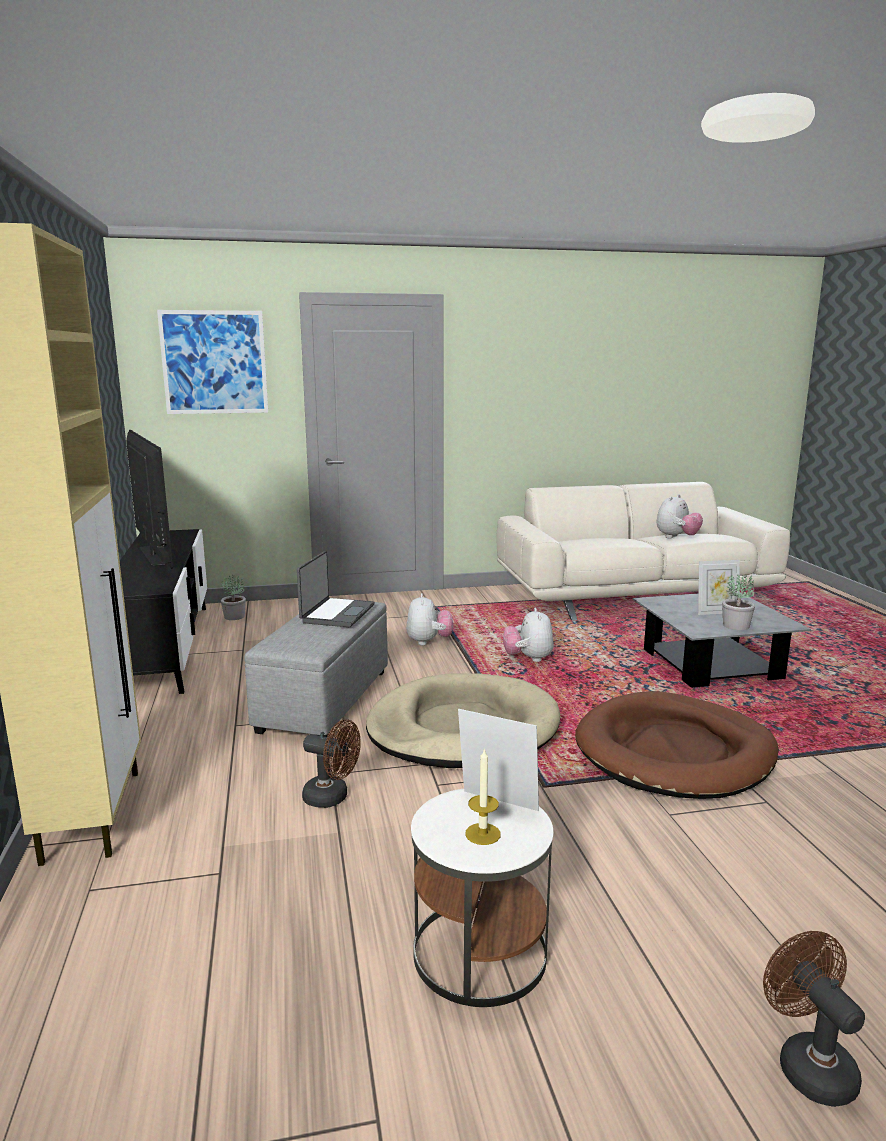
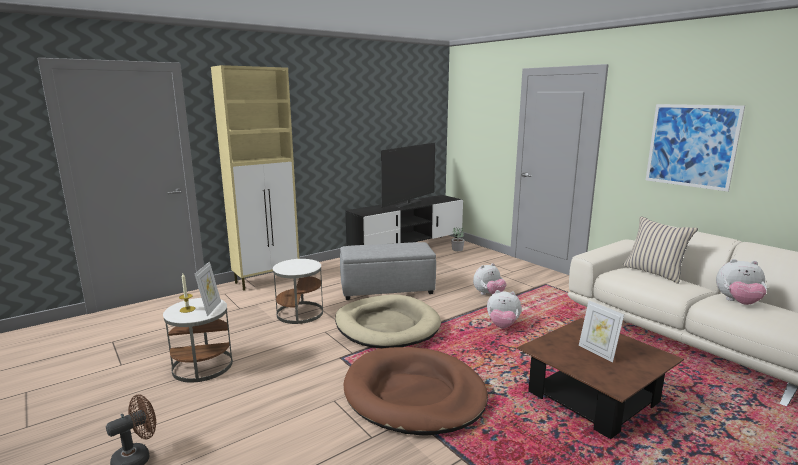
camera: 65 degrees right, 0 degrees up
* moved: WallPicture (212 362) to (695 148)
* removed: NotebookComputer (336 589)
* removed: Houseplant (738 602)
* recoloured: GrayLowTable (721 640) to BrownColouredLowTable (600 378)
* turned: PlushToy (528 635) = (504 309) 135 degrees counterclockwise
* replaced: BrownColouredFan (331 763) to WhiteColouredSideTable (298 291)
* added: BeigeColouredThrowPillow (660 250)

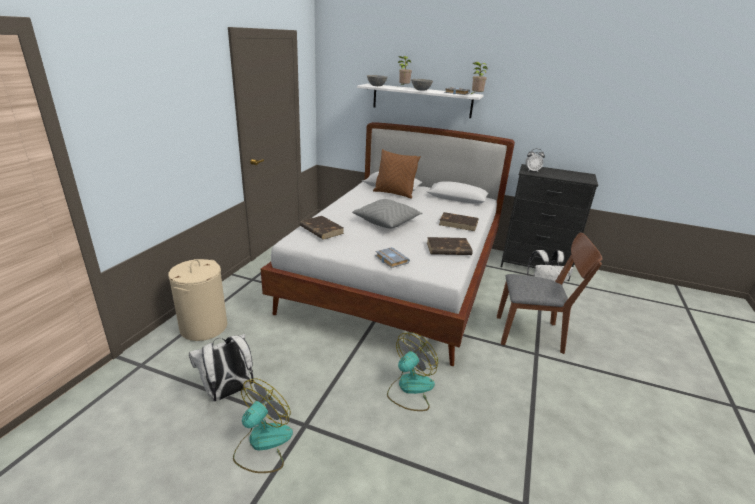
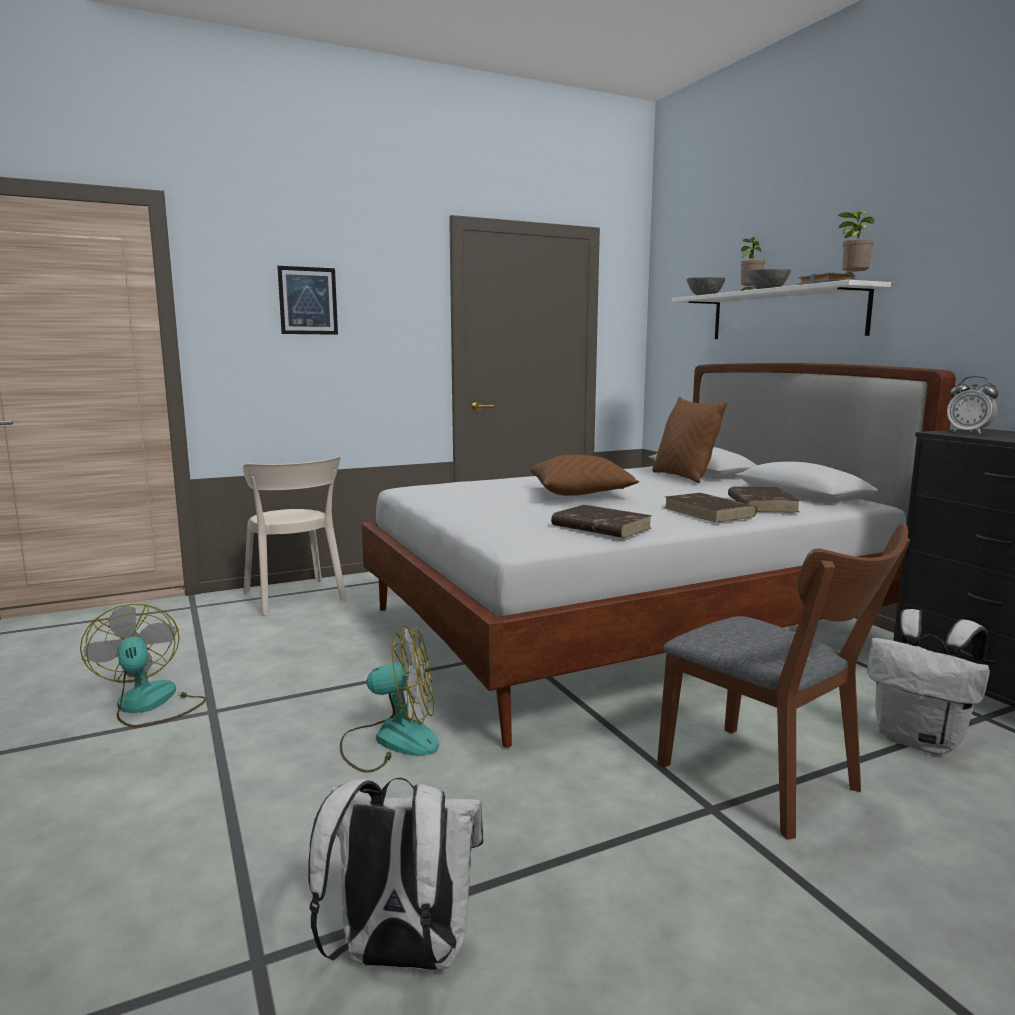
camera: 45 degrees right, 15 degrees down
* recoloured: GrayThrowPillow (387 214) to BrownColouredThrowPillow (585 475)
* moved: BrownColouredBook (322 228) to (764 499)
* removed: GrayBook (392 257)
* replaced: BeigeColouredHamper (197 300) to BeigeColouredChair (295 536)
* moved: WhiteColouredKnapsack (221 367) to (395 873)
* turned: Fan (263 425) = (143 666) 105 degrees counterclockwise
* added: WallPicture (307 300)

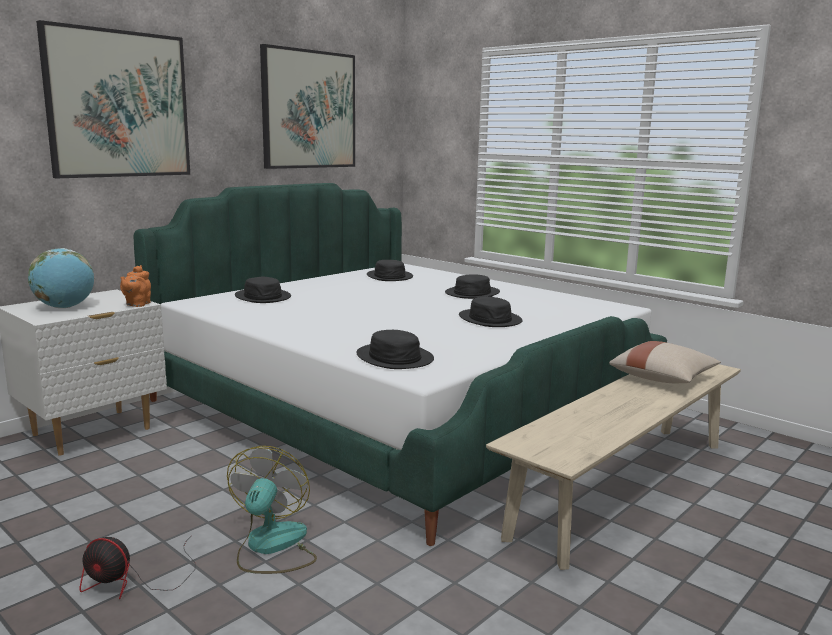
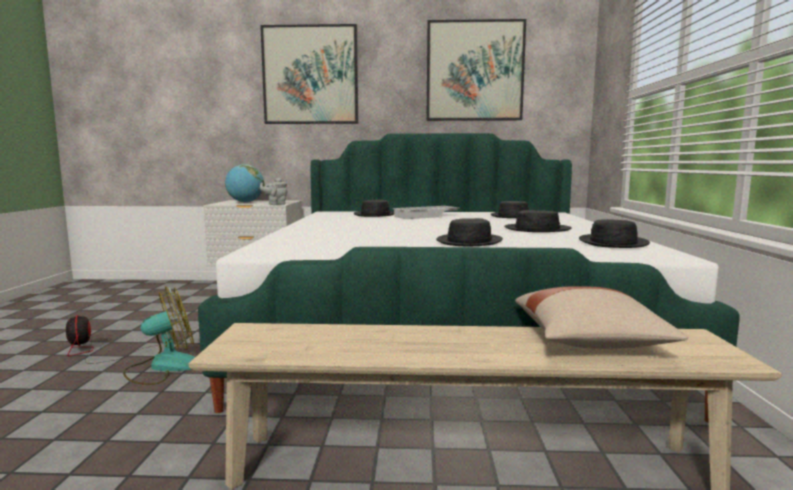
camera: 50 degrees right, 5 degrees down
* recoloured: OrangeTeapot (135 286) to GrayTeapot (274 191)
* moved: BlackColouredHat (395 349) to (614 233)
* added: WhiteColouredServingTray (425 212)

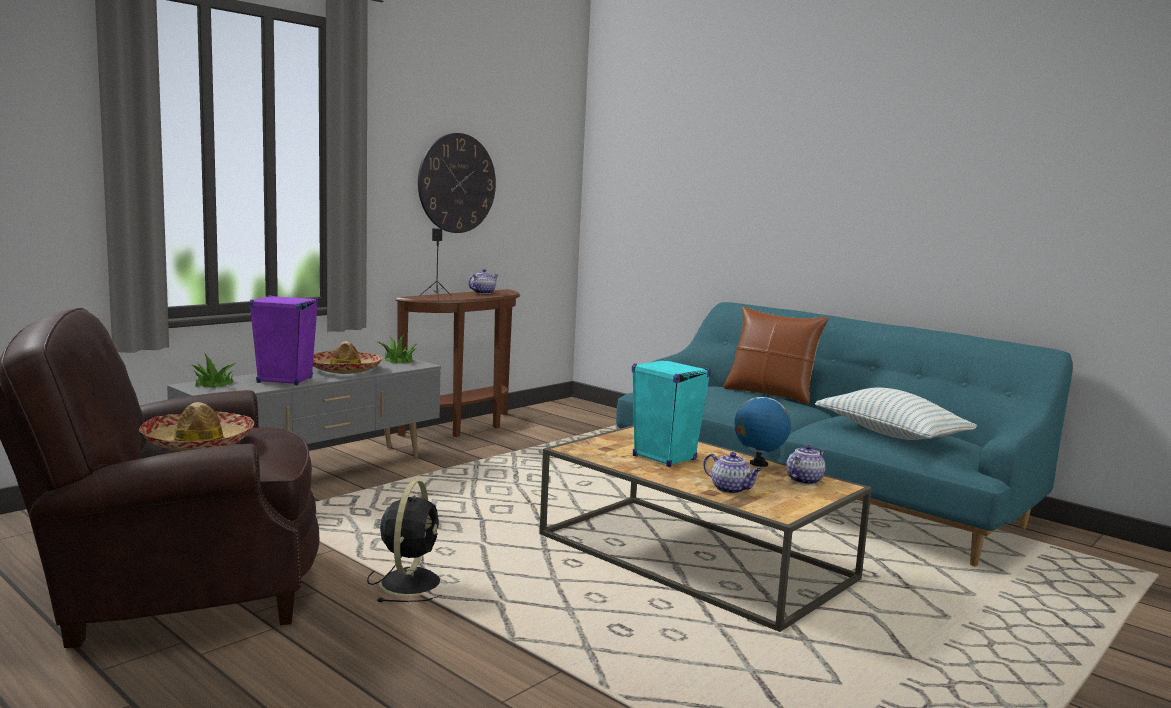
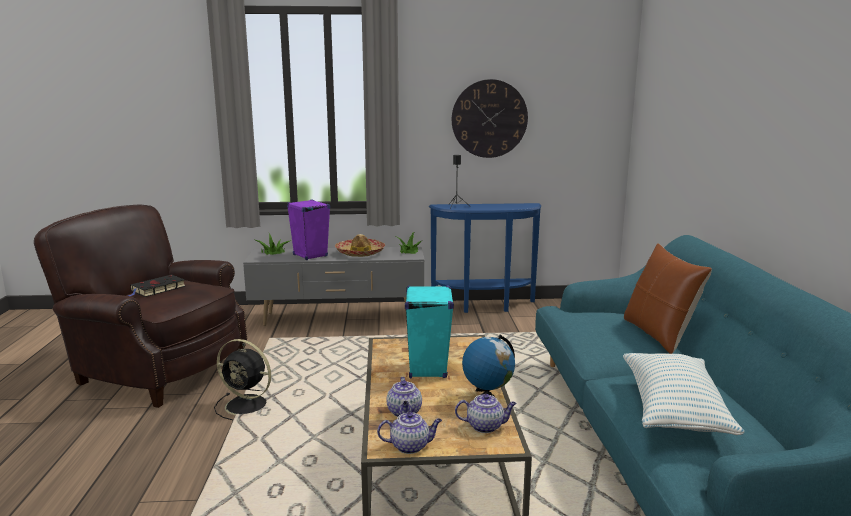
camera: 45 degrees right, 5 degrees up
* moved: Teapot (483 281) to (409 433)
* recoloured: BrownColouredNarrowTable (457 363) to BlueNarrowTable (485 258)
* replaced: Hat (196 426) to BlackColouredBook (156 286)
* turned: BlackColouredFan (404 541) = (242 379) 60 degrees clockwise

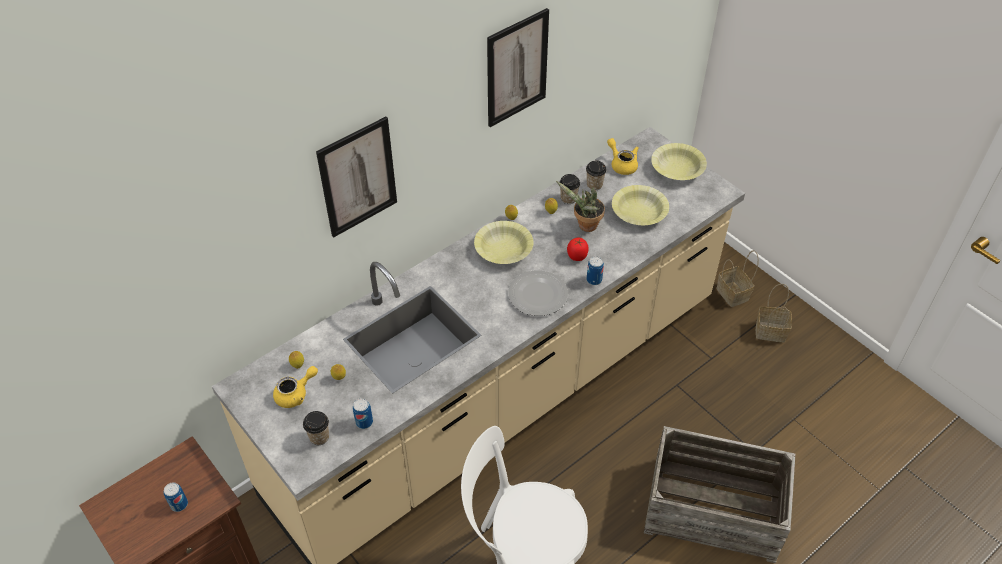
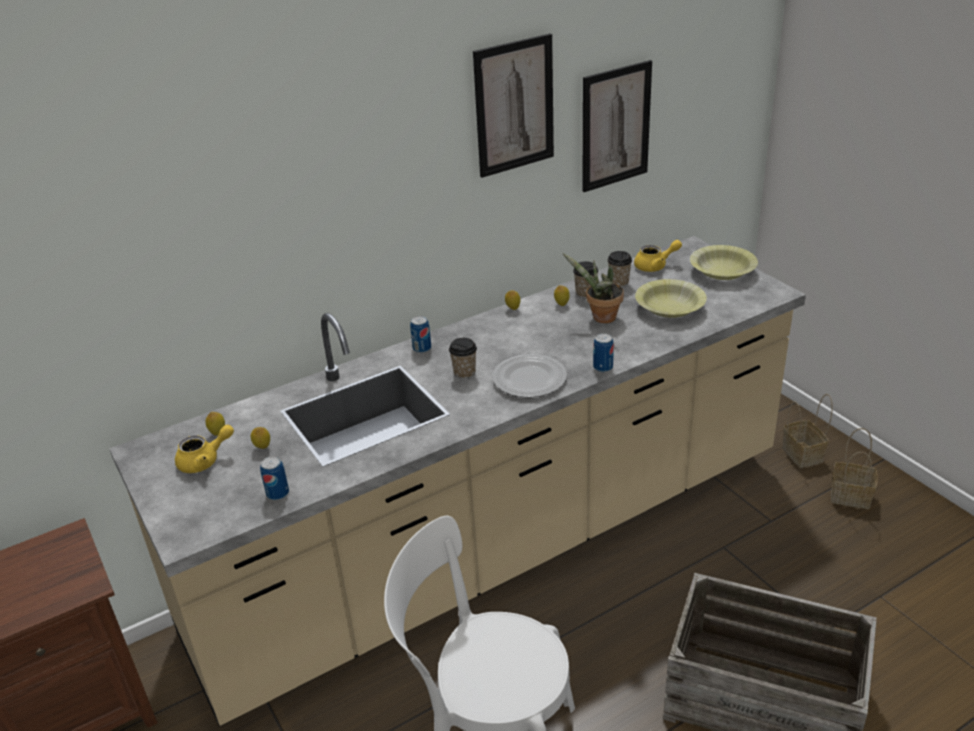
camera: 10 degrees right, 15 degrees down
* moved: WallPicture (356 177) to (617 126)
* turned: YellowishTeapot (623 156) = (658 256) 105 degrees clockwise
* removed: YellowishServingBowl (503 242)
* removed: WholeTomato (578 249)
* moved: DrinkingCup (316 428) to (463 358)
* moved: SealedCan (176 497) to (420 334)

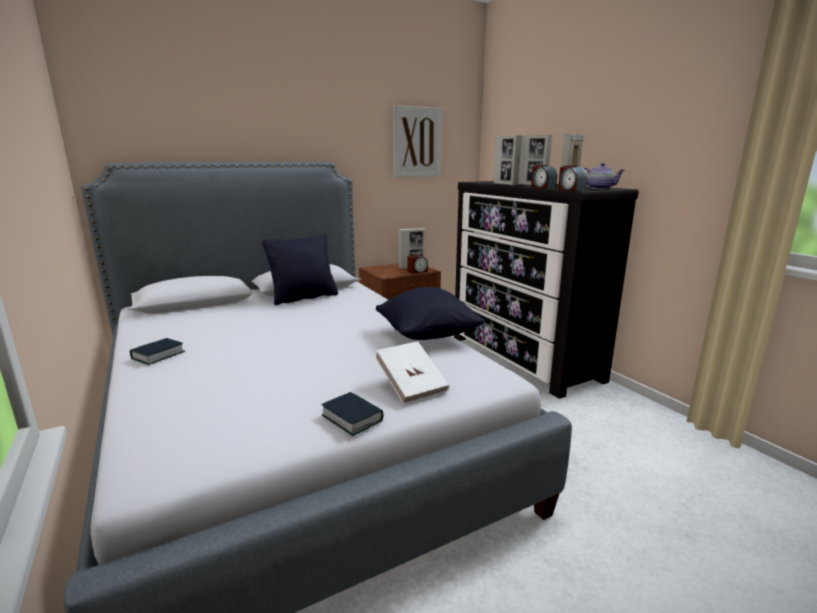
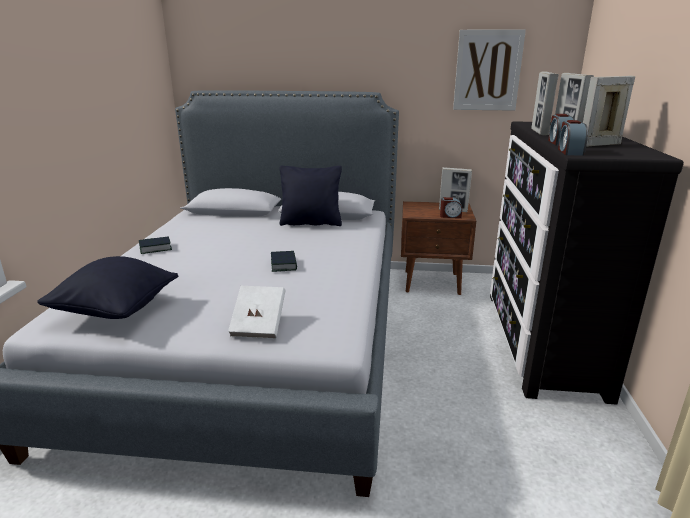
camera: 35 degrees right, 5 degrees up
* removed: Teapot (604 176)
* moved: BlackColouredThrowPillow (430 313) to (107 287)
* moved: Book (352 414) to (284 261)

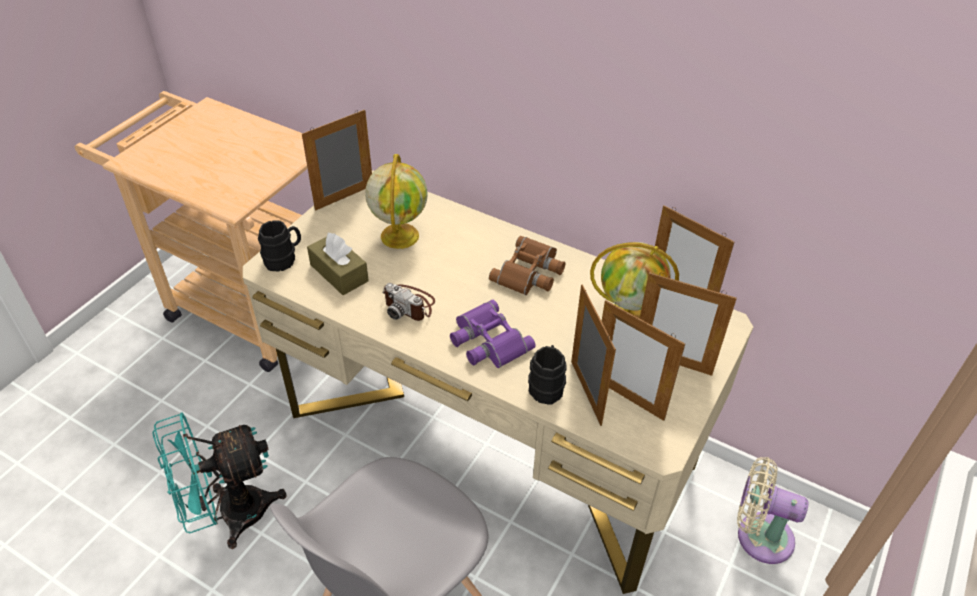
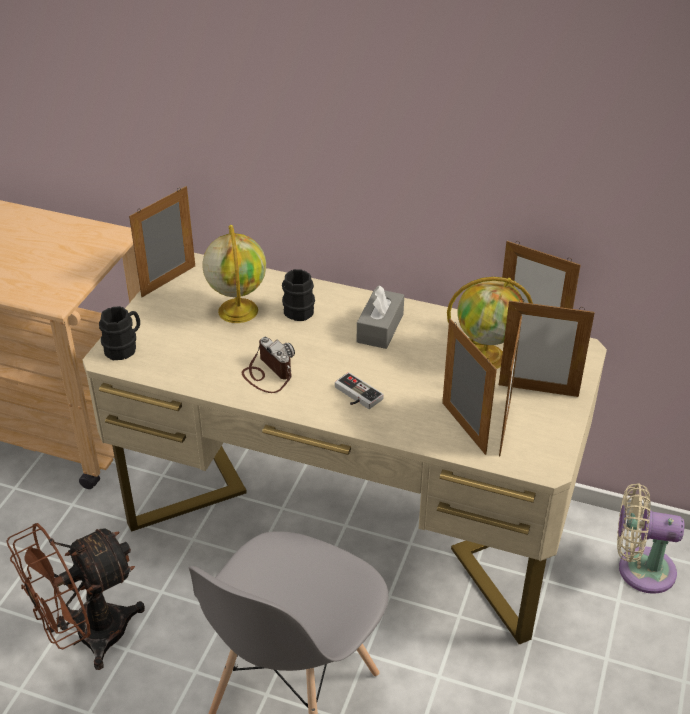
camera: 10 degrees left, 5 degrees down
* removed: BrownColouredBoxOfTissues (338 263)
* replaced: BrownColouredPairOfBinoculars (527 265) to GrayBoxOfTissues (380 317)
* turned: PhotoCamera (408 302) = (268 365) 150 degrees counterclockwise
* replaced: PurpleColouredPairOfBinoculars (493 334) to Gamepad (359 390)
* turned: PictureFrame (643 360) = (510 386) 105 degrees counterclockwise
* moved: BlackColouredCoffeeMug (547 375) to (298 295)
* recoloured: TurquoiseColouredFan (219 480) to BrownColouredFan (75 596)

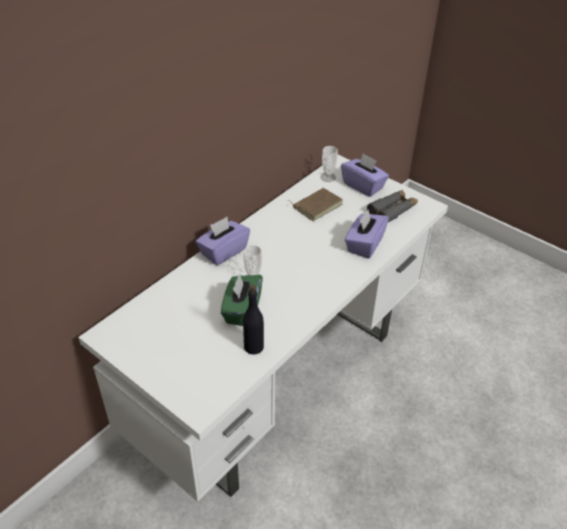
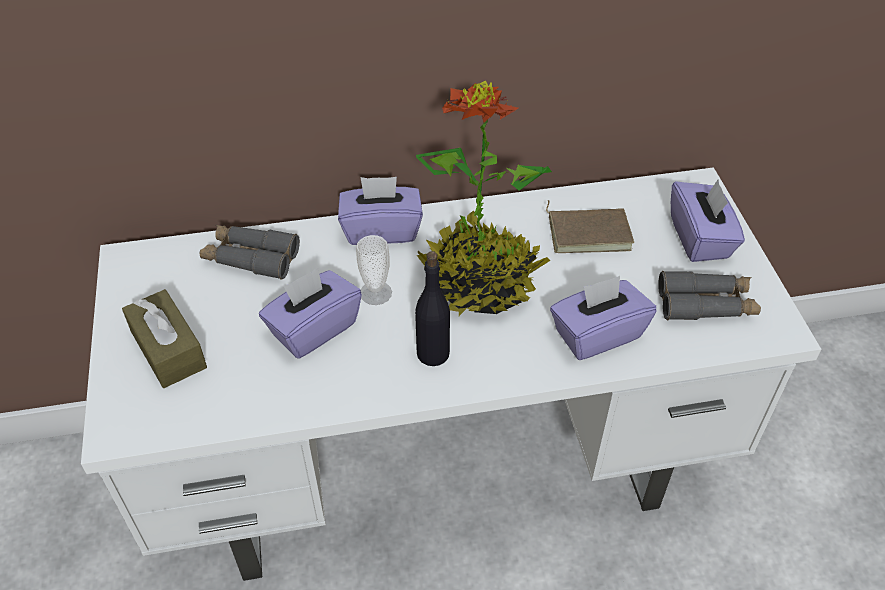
camera: 40 degrees right, 5 degrees up
* removed: DrinkingCup (329 164)
* recoloured: GreenColouredBoxOfTissues (242 299) to PurpleColouredBoxOfTissues (310 313)
* moved: BlackColouredBeverageBottle (253 319) to (432 308)
* added: Houseplant (484 198)
* added: GrayPairOfBinoculars (250 252)
* added: BrownColouredBoxOfTissues (164 338)

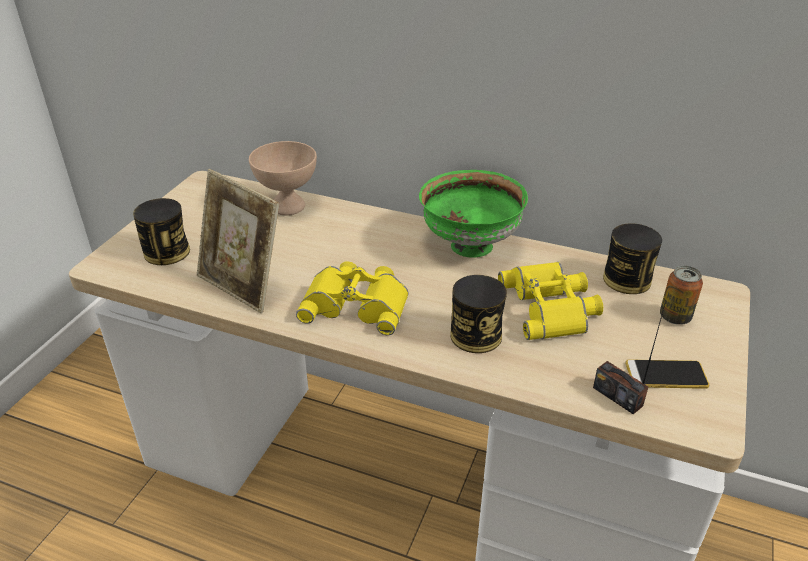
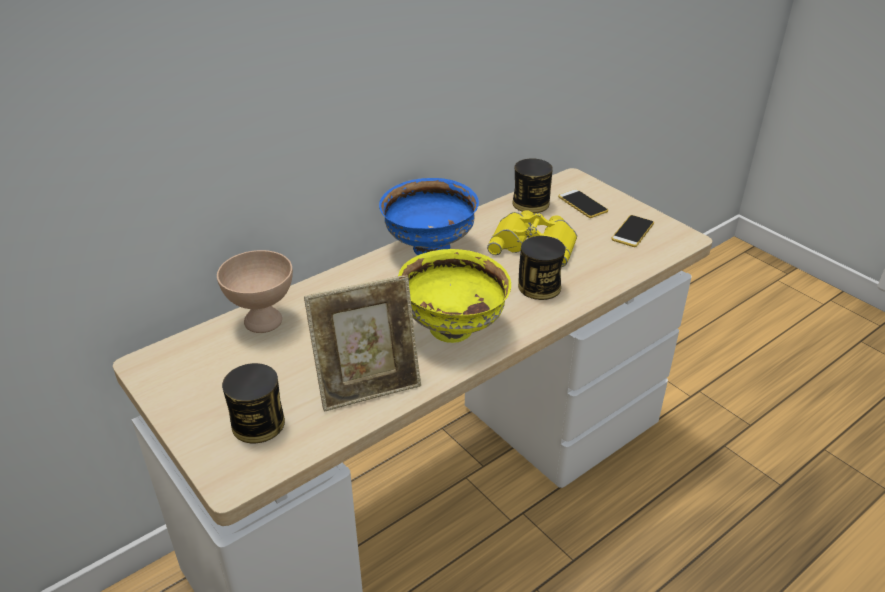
camera: 60 degrees left, 0 degrees up
* recoloured: GreenColouredServingBowl (473 214) to BlueServingBowl (429 216)
* replaced: YellowishPairOfBinoculars (352 298) to YellowishServingBowl (454 296)
* replaced: SealedCan (681 295) to Telephone (583 203)
* removed: RadioReceiver (629 357)

